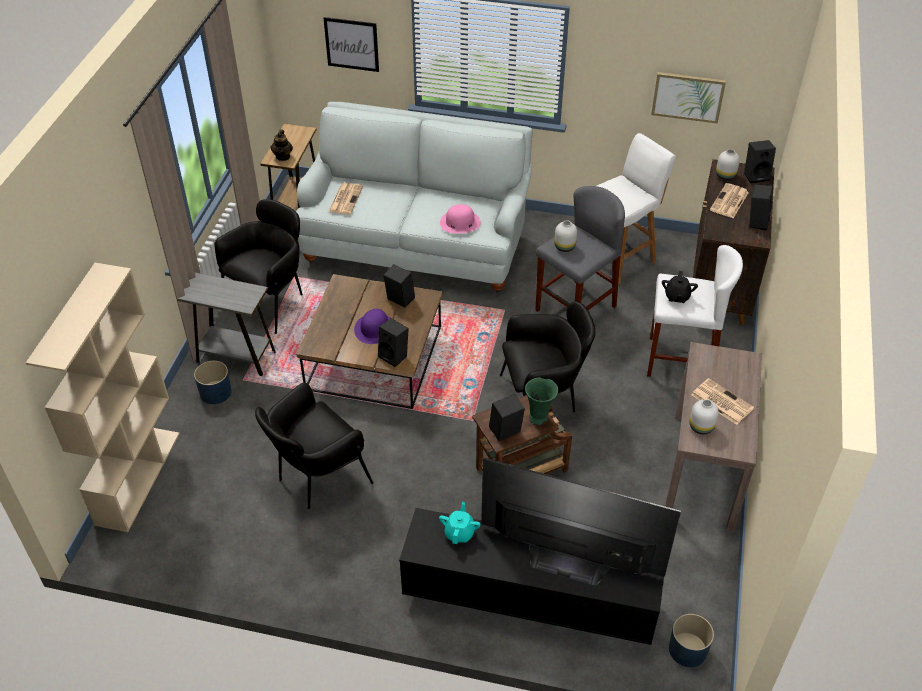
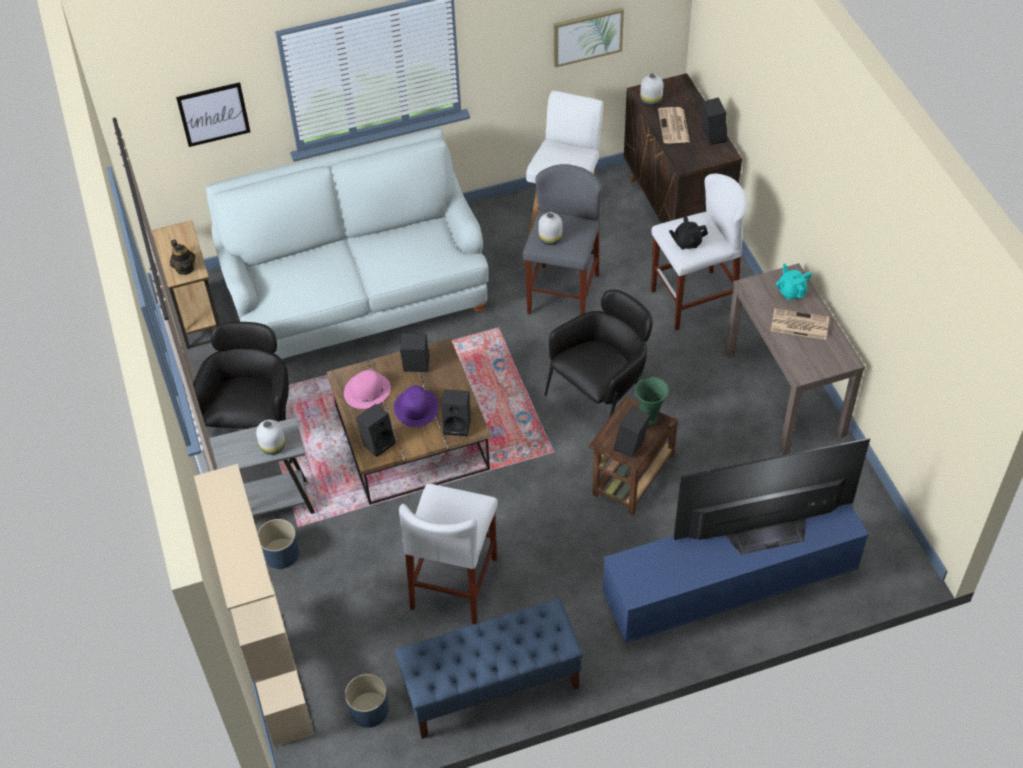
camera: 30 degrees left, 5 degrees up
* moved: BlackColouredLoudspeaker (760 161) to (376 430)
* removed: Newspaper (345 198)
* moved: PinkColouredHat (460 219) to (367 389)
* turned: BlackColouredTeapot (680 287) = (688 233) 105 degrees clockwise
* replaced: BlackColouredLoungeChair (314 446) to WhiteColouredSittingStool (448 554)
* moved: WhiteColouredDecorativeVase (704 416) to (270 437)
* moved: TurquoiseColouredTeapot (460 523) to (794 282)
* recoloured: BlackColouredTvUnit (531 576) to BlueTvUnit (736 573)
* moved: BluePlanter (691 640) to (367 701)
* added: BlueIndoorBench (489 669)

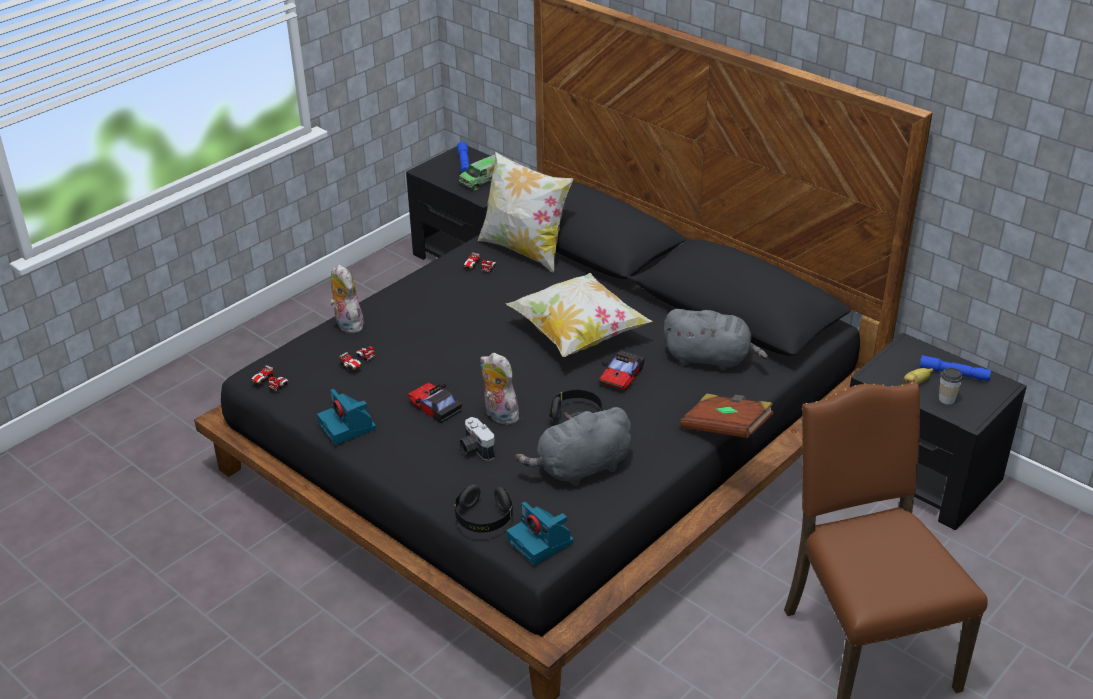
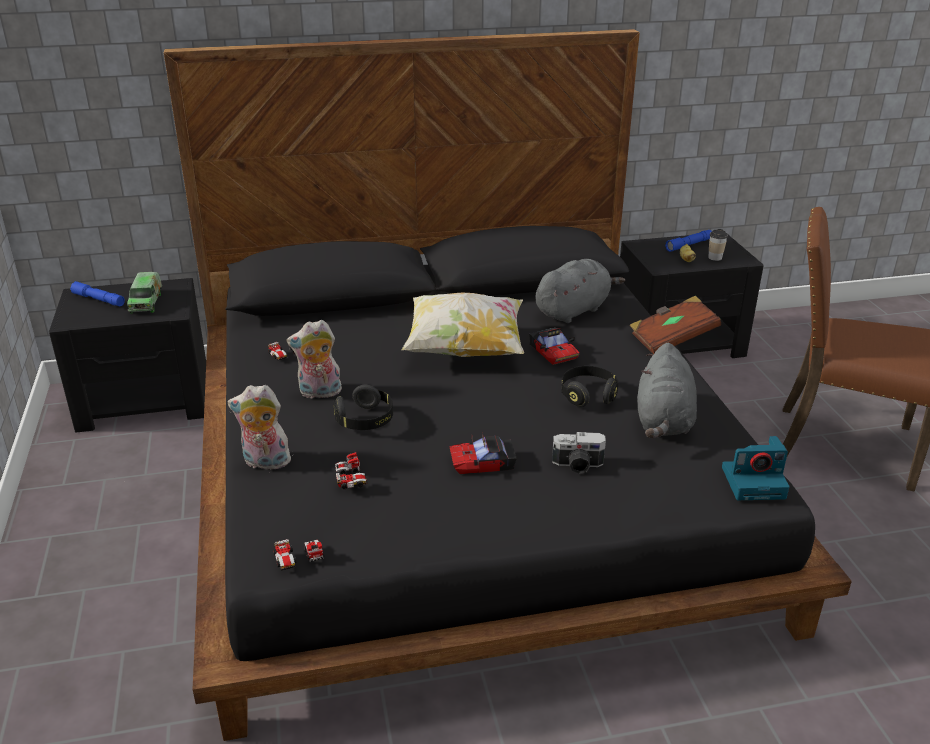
camera: 55 degrees left, 5 degrees down
* removed: ThrowPillow (525 212)
* moved: PlushToy (499 389) to (314 360)
* removed: PhotoCamera (346 417)
* moved: BlackColouredHeadphones (484 508) to (363 407)

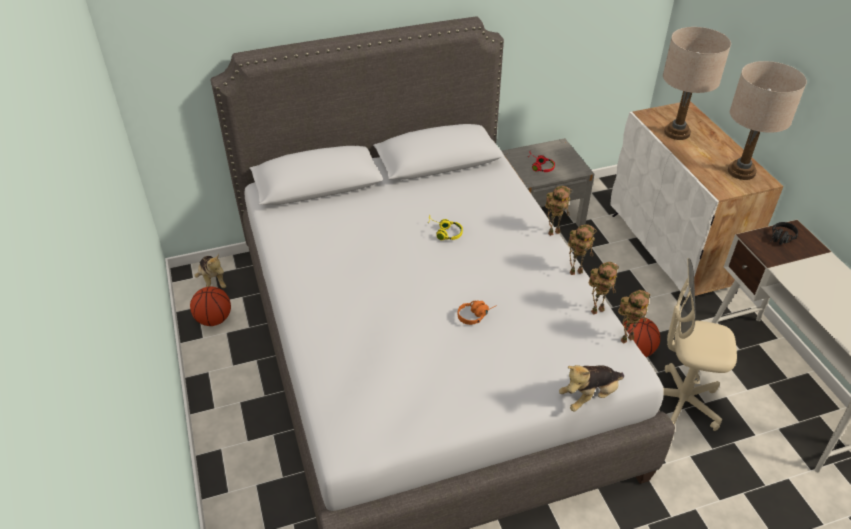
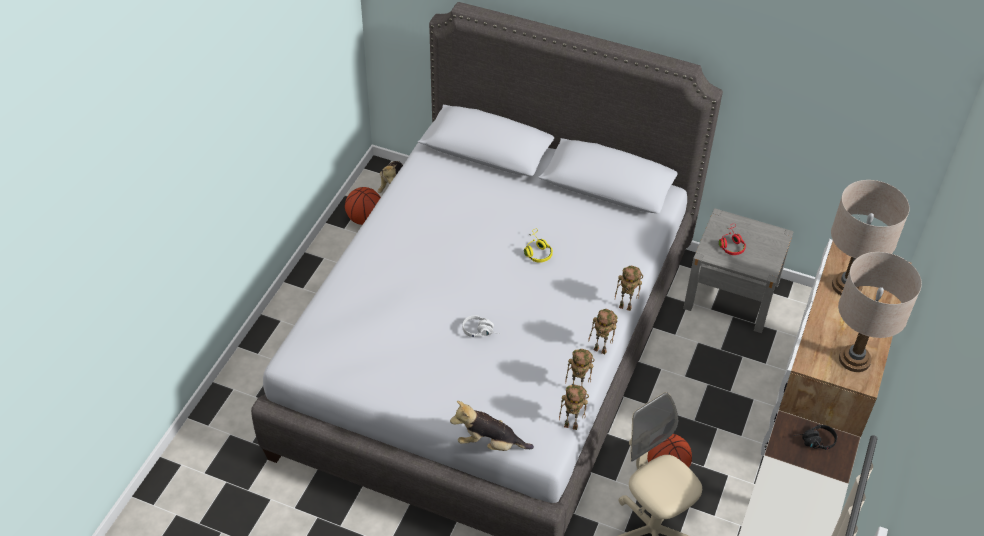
camera: 40 degrees right, 5 degrees up
* recoloured: OrangeHeadphones (477 313) to WhiteColouredHeadphones (481 326)

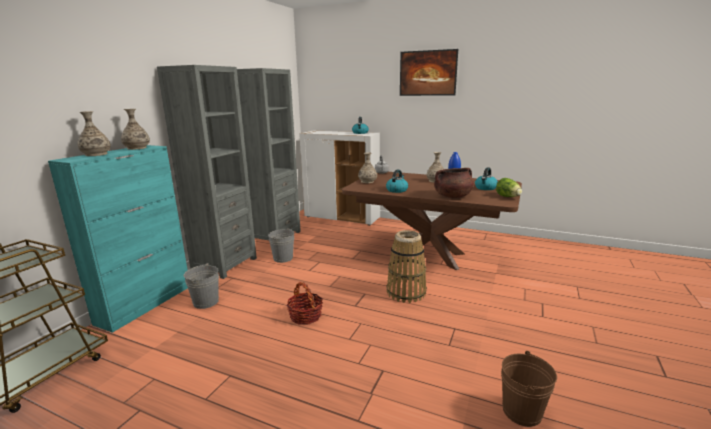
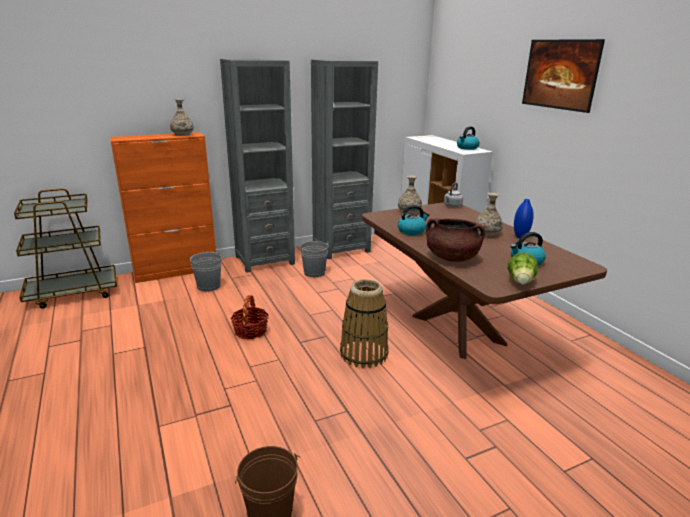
camera: 40 degrees right, 5 degrees up
* removed: DecorativeVase (94 133)
* recoloured: TurquoiseColouredStorageCabinet (118 239) to OrangeStorageCabinet (163 207)

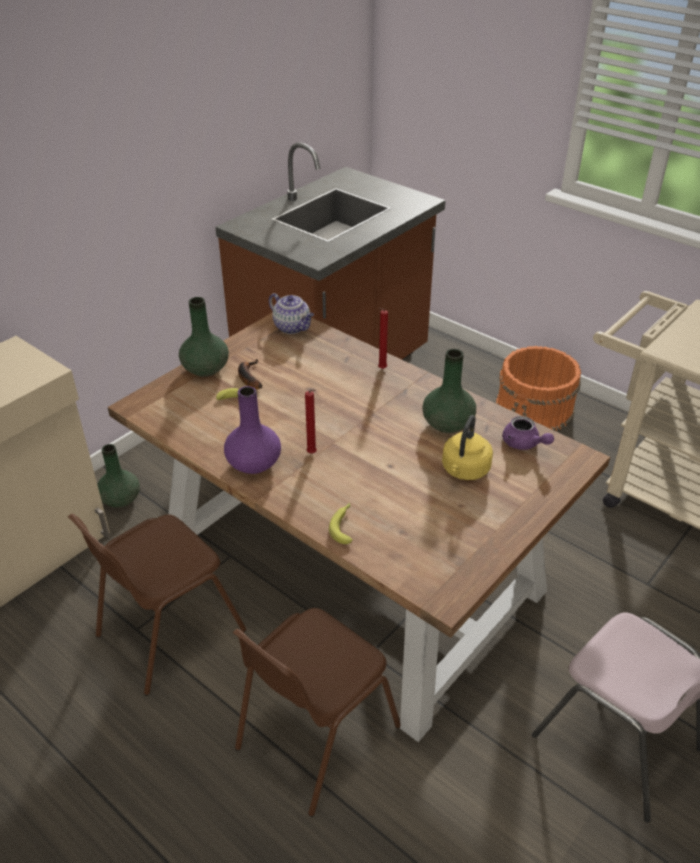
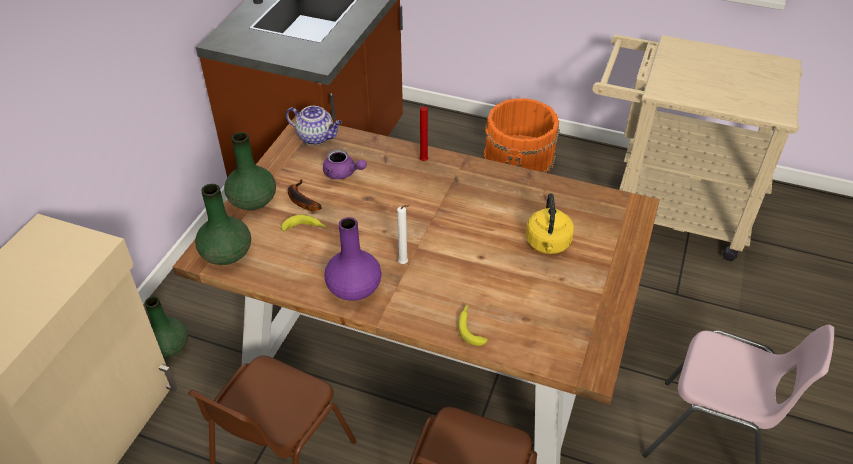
camera: 20 degrees left, 5 degrees up
* moved: GreenColouredDecorativeVase (449 391) to (223 224)
* recoloured: RedWaxCandle (311 421) to WhiteColouredWaxCandle (403 234)
* moved: PurpleColouredTeapot (528 433) to (345 164)

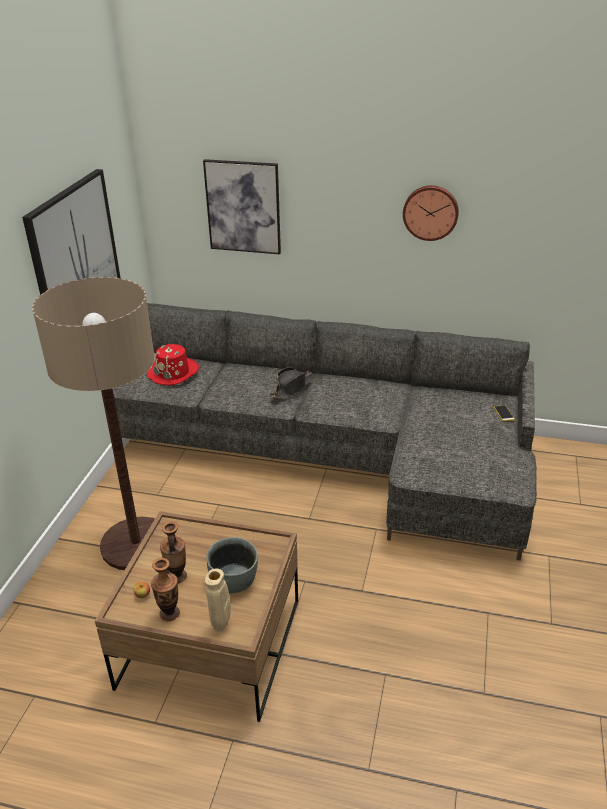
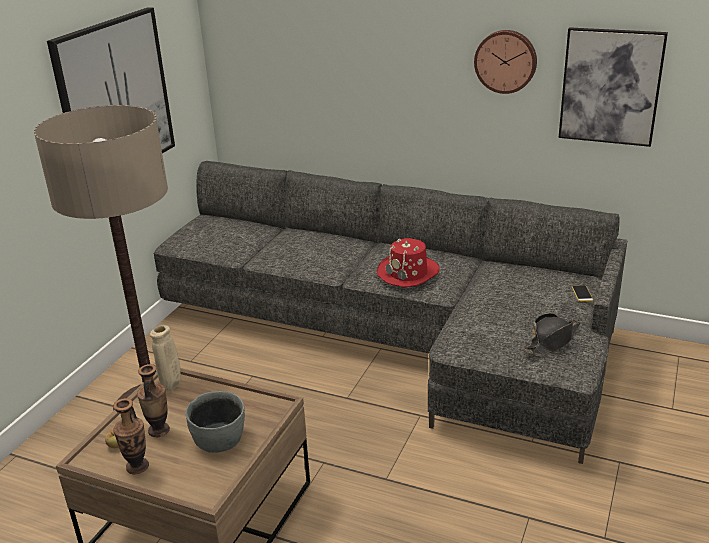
camera: 10 degrees right, 5 degrees down
* moved: WallPicture (242 206) to (613 87)
* moved: RedHat (173 364) to (408 262)
* moved: BlackColouredHat (291 383) to (552 334)
* moved: BeigeColouredDecorativeVase (218 599) to (165 358)

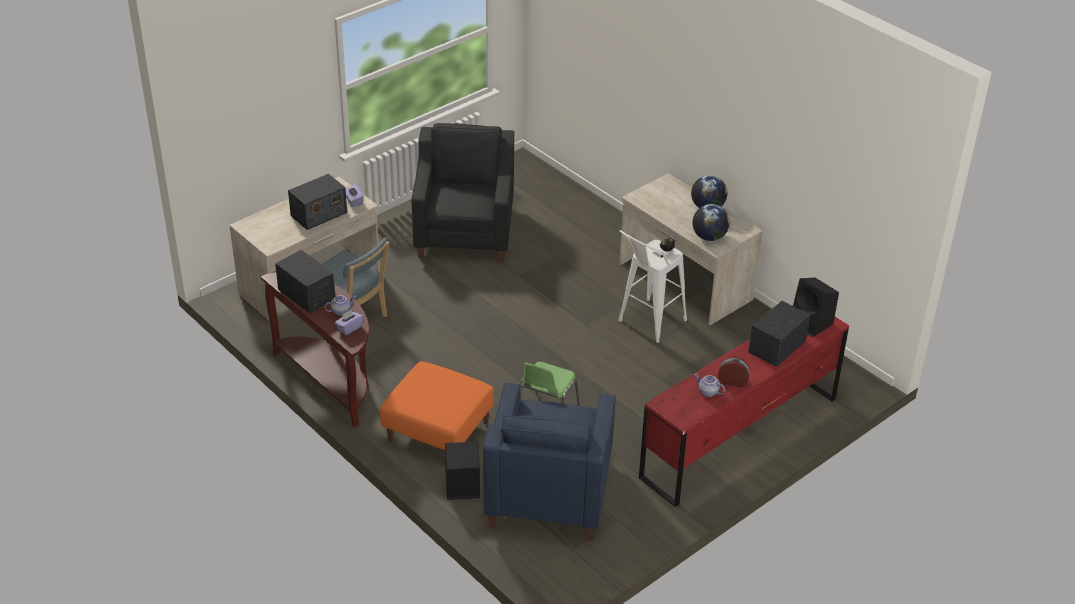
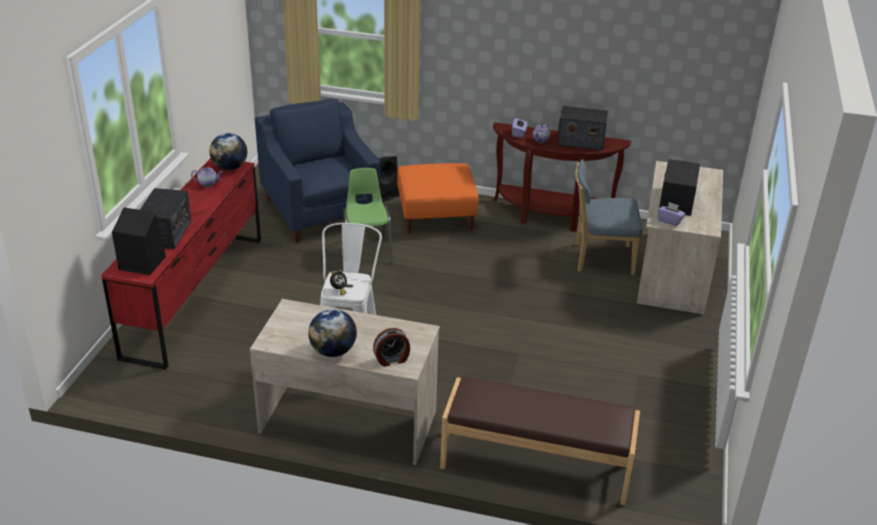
camera: 145 degrees right, 5 degrees down
* removed: BlackColouredLoungeChair (462 192)
* moved: DeskGlobe (711 222) to (228 151)
* moved: AlarmClock (734 372) to (391 347)
* added: BrownColouredIndoorBench (540 440)

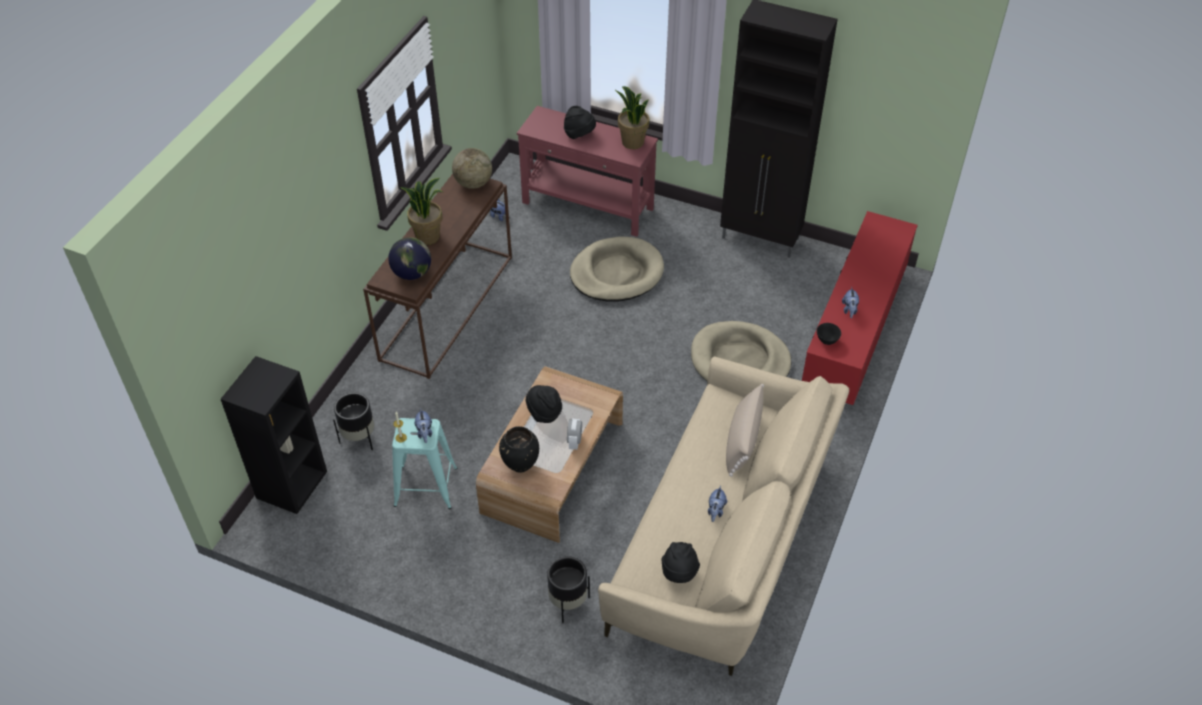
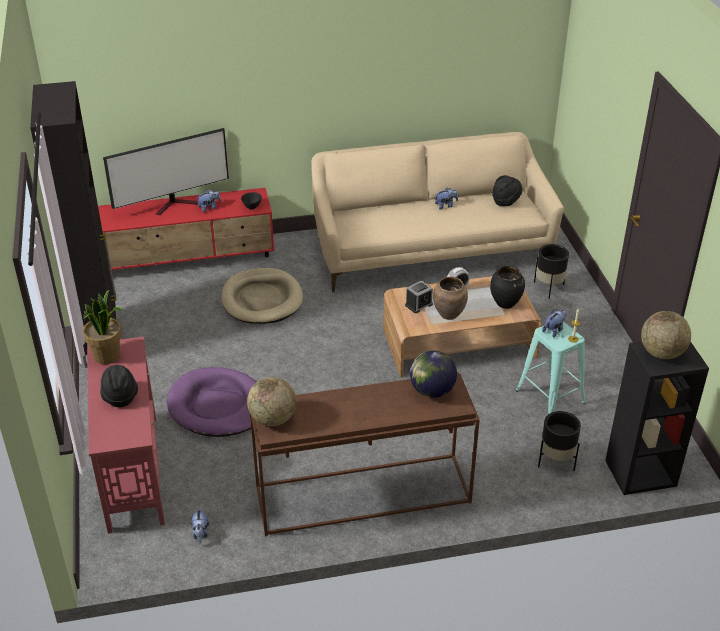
camera: 125 degrees left, 10 degrees down
* removed: Houseplant (421 211)
* recoloured: BeigeColouredDogBed (617 269) to PurpleColouredDogBed (211 402)
* removed: BeigeColouredThrowPillow (745 430)
* replaced: BlackColouredHat (544 404) to BrownColouredDecorativeVase (450 298)
* added: Tv (166 171)
* added: AlarmClock (419 296)
* added: DeskGlobe (666 335)

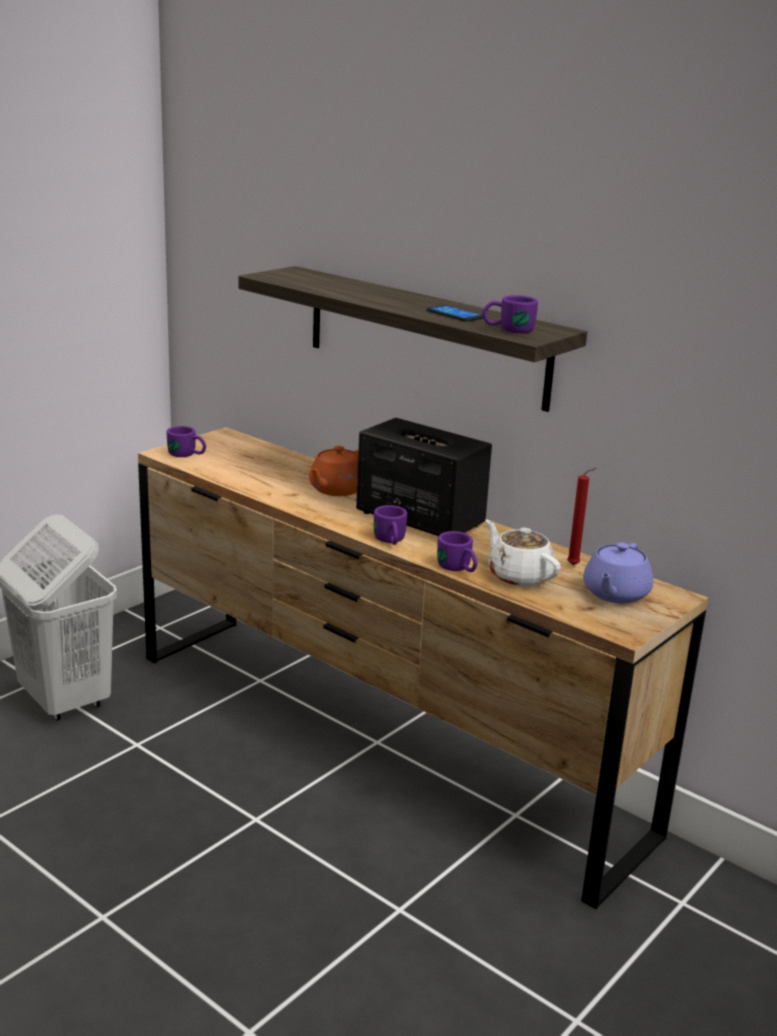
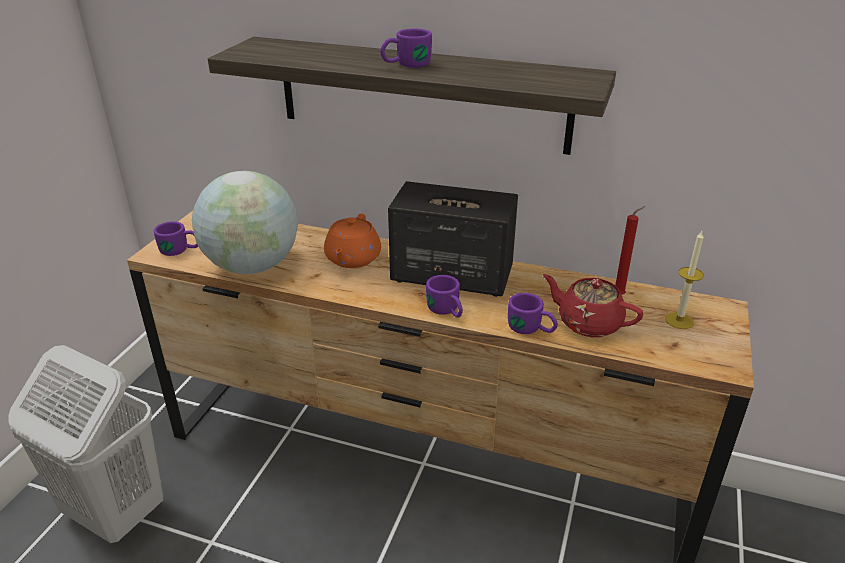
camera: 20 degrees left, 10 degrees up
* moved: PurpleColouredCoffeeMug (510 314) to (406 48)
* removed: Telephone (454 313)
* recoloured: WhiteColouredTeapot (523 553) to RedTeapot (593 305)
* replaced: PurpleColouredTeapot (618 573) to WaxCandle (684 280)
* added: DeskGlobe (245 222)

